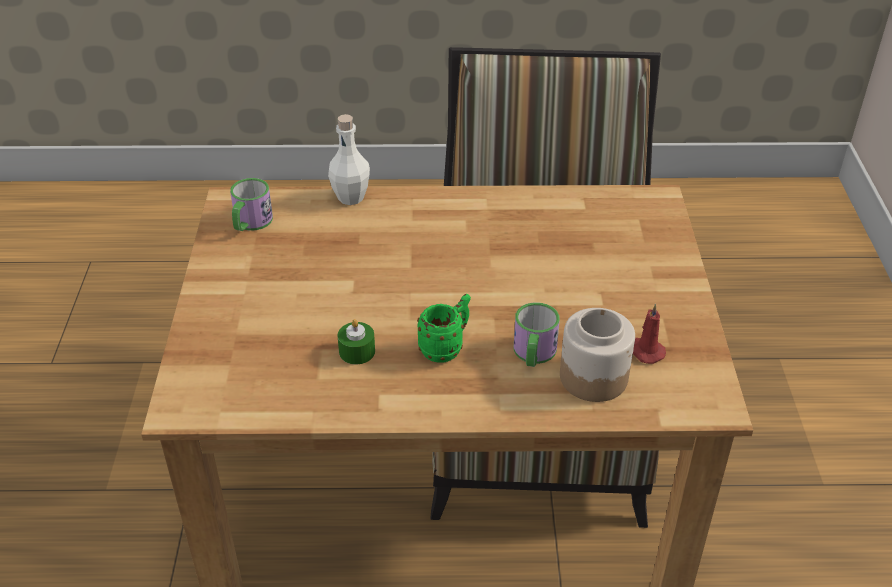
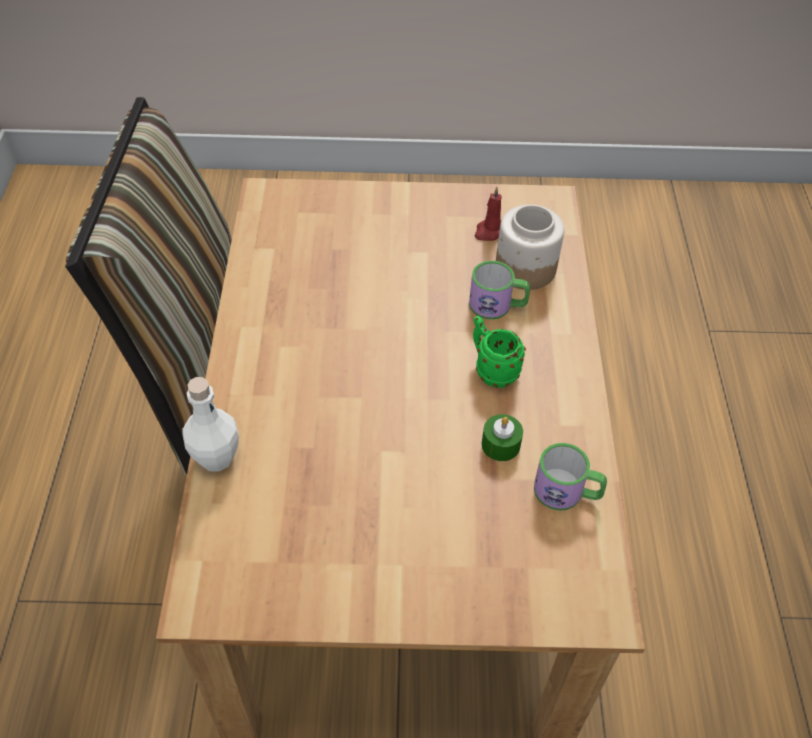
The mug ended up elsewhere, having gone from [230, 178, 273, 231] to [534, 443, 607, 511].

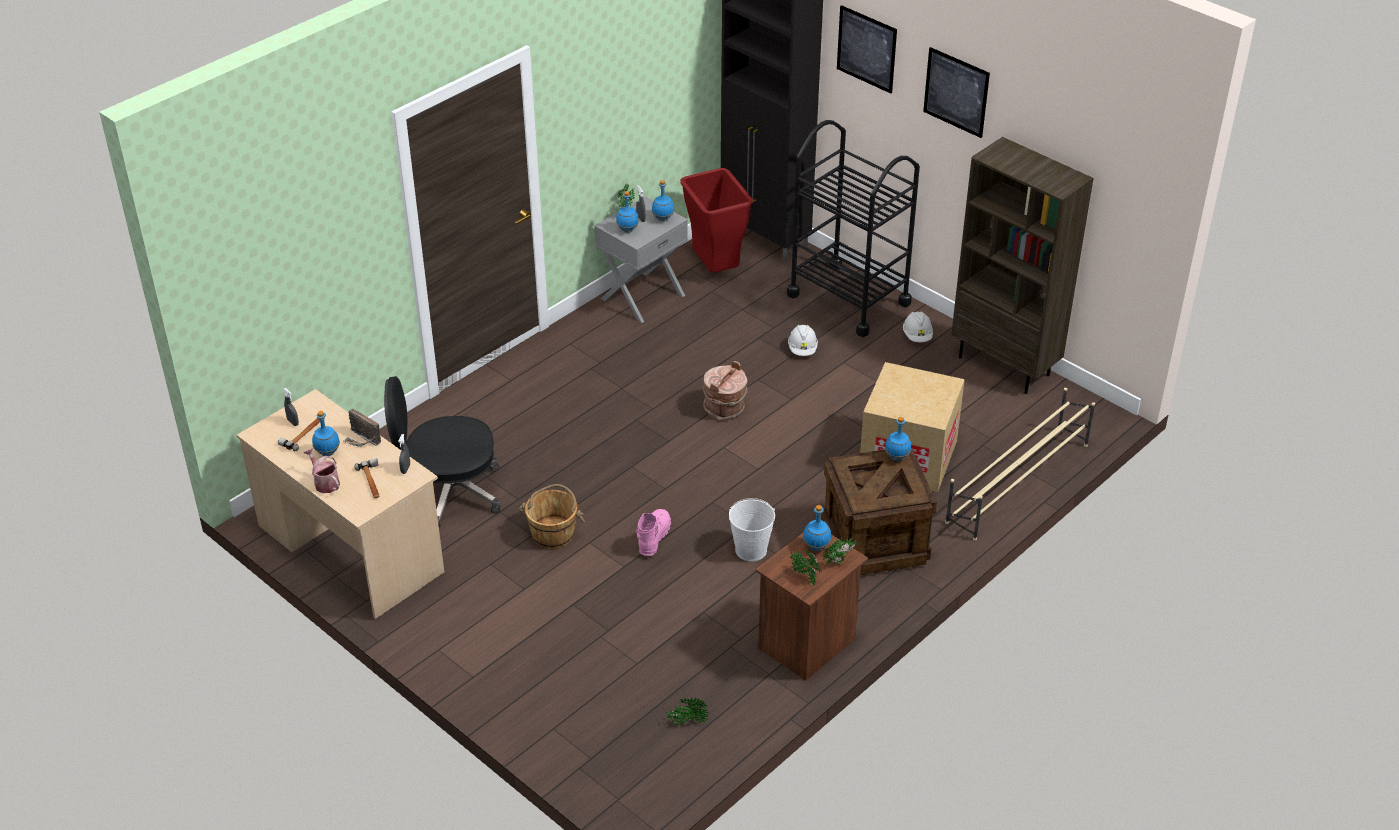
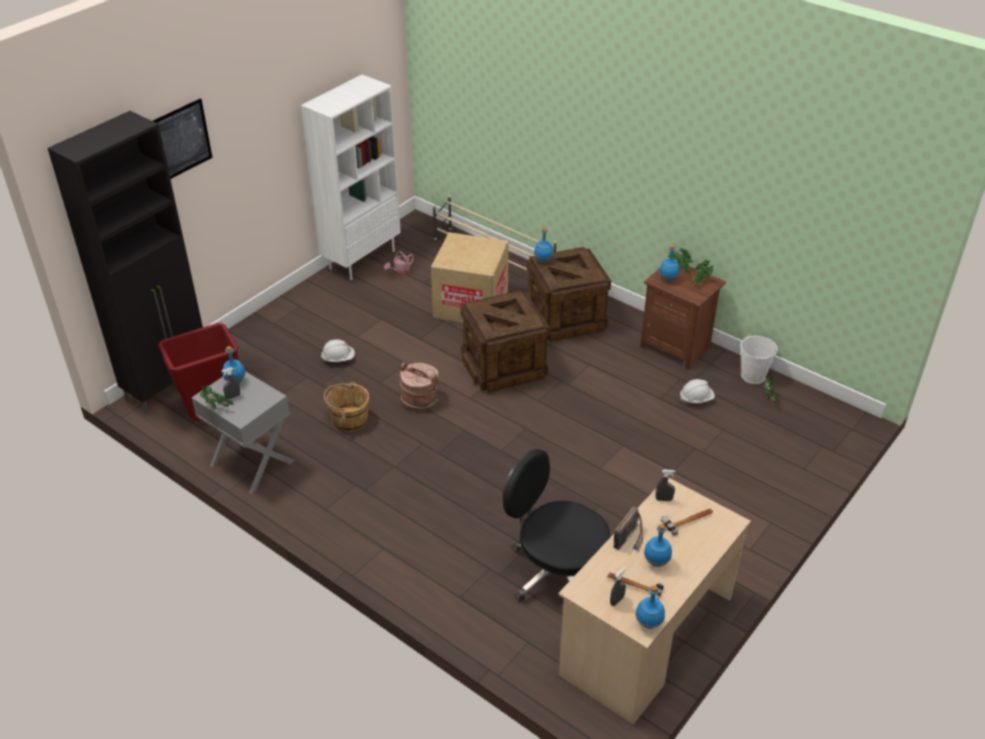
The watering can ended up elsewhere, having gone from [303, 448, 340, 493] to [384, 251, 414, 276].
The black desk chair at [384, 376, 501, 528] ended up facing another way, 135 degrees clockwise from before.
The brown-coloured pail ended up elsewhere, having gone from [519, 484, 585, 549] to [324, 382, 369, 432].
The blue-coloured bottle ended up elsewhere, having gone from [616, 191, 639, 233] to [636, 585, 665, 629].
The second view lost the pink tall boot at [636, 509, 671, 556].
The white-coloured pail ended up elsewhere, having gone from [729, 498, 775, 562] to [741, 336, 778, 384].
The second view lost the black wheeled cart at [787, 120, 920, 337].
The white-coloured work helmet ended up elsewhere, having gone from [903, 311, 933, 342] to [680, 379, 715, 403].
The second view lost the picture at [923, 47, 990, 138].
What was the brown-coloured bookcase at [951, 137, 1093, 394] turned into the white-coloured bookcase at [301, 74, 401, 280].
The second view gained the packing crate at [460, 290, 550, 393].

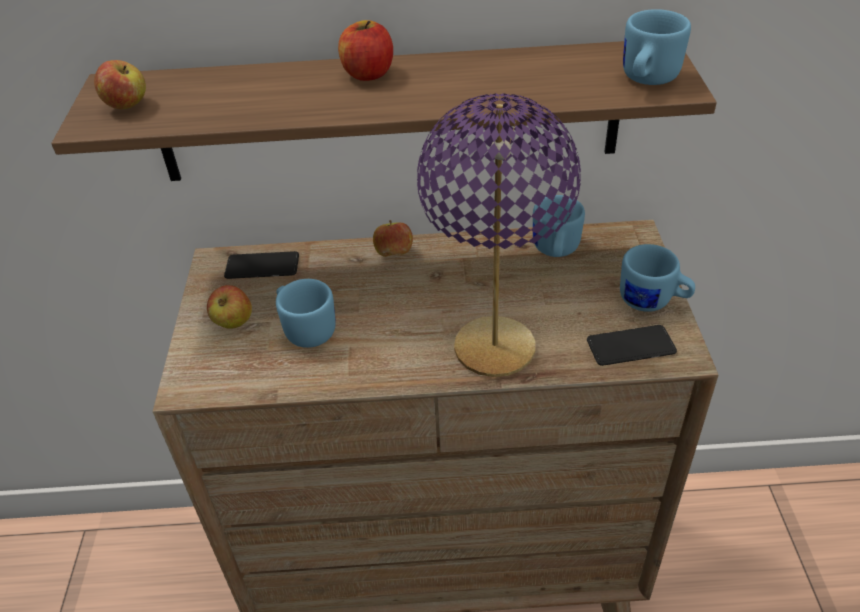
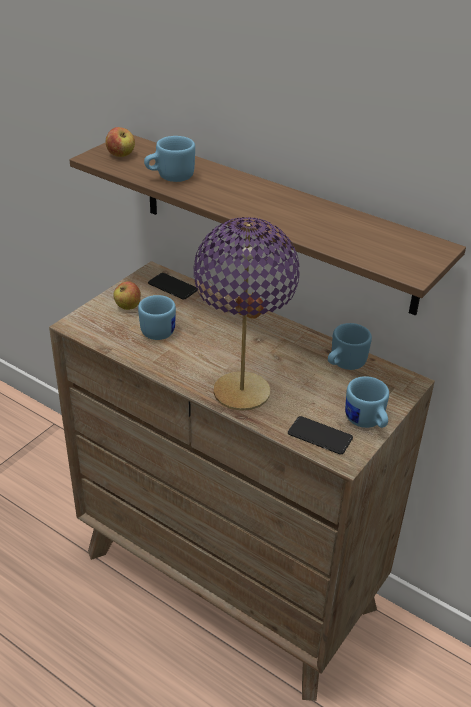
The second view lost the whole apple at [338, 20, 393, 81].
The blue-coloured mug ended up elsewhere, having gone from [623, 9, 691, 85] to [144, 136, 195, 182].

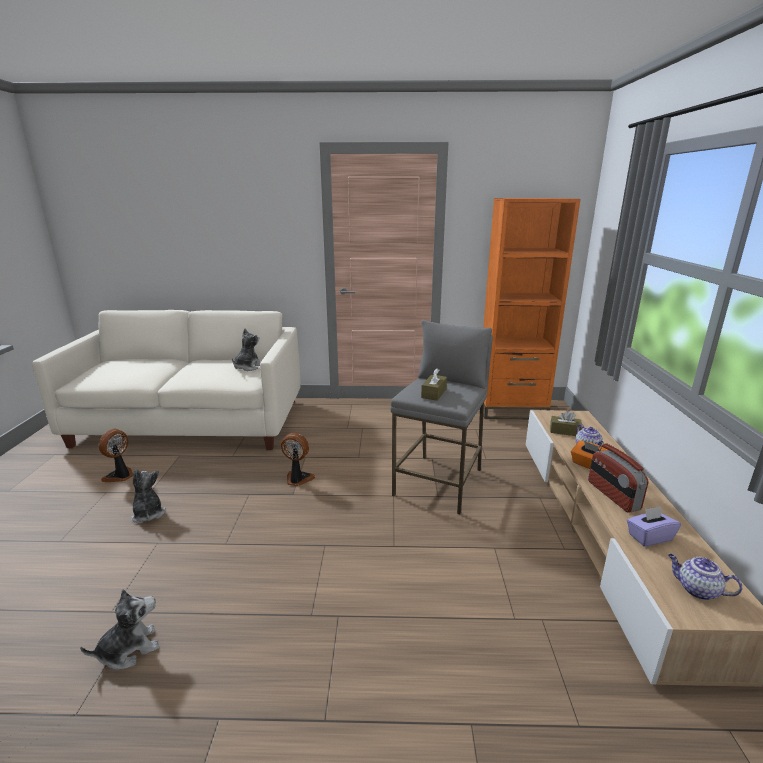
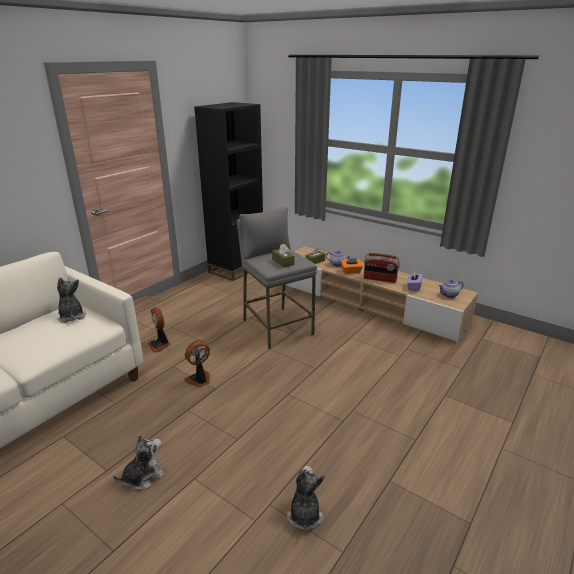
The fan ended up elsewhere, having gone from [98, 429, 133, 482] to [148, 307, 171, 353].
The cuddly toy at [131, 469, 166, 523] ended up facing another way, 135 degrees clockwise from before.
What was the orange-coloured bookcase at [483, 198, 581, 419] turned into the black bookcase at [194, 102, 263, 281].

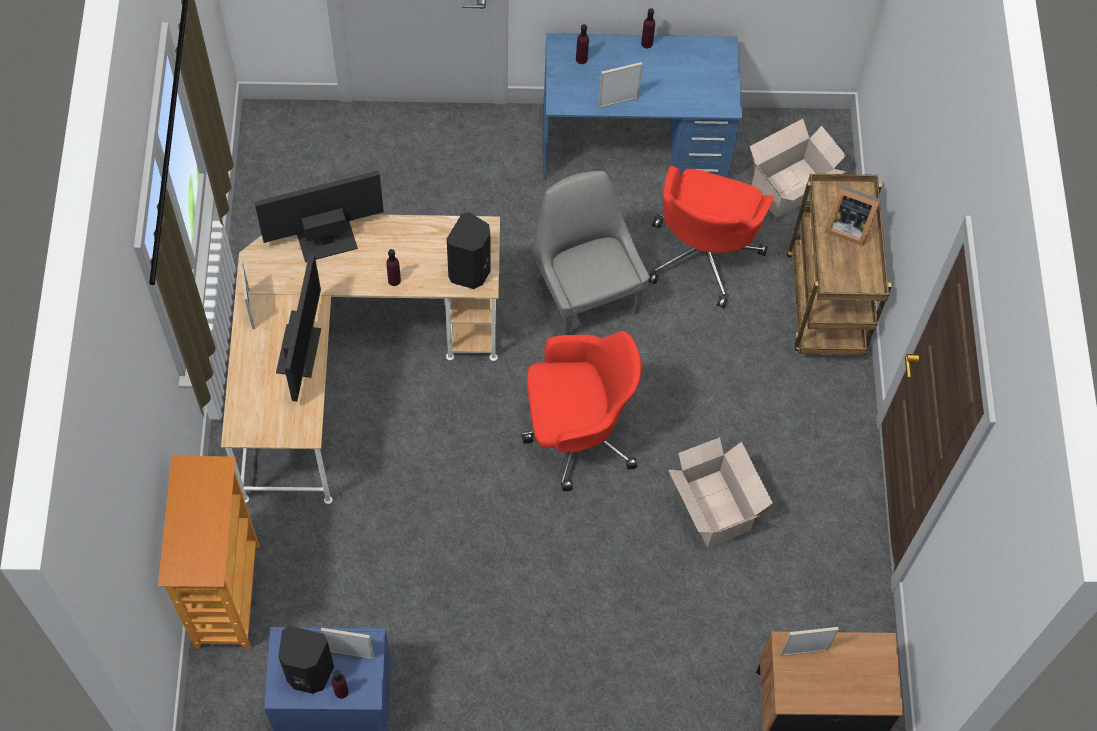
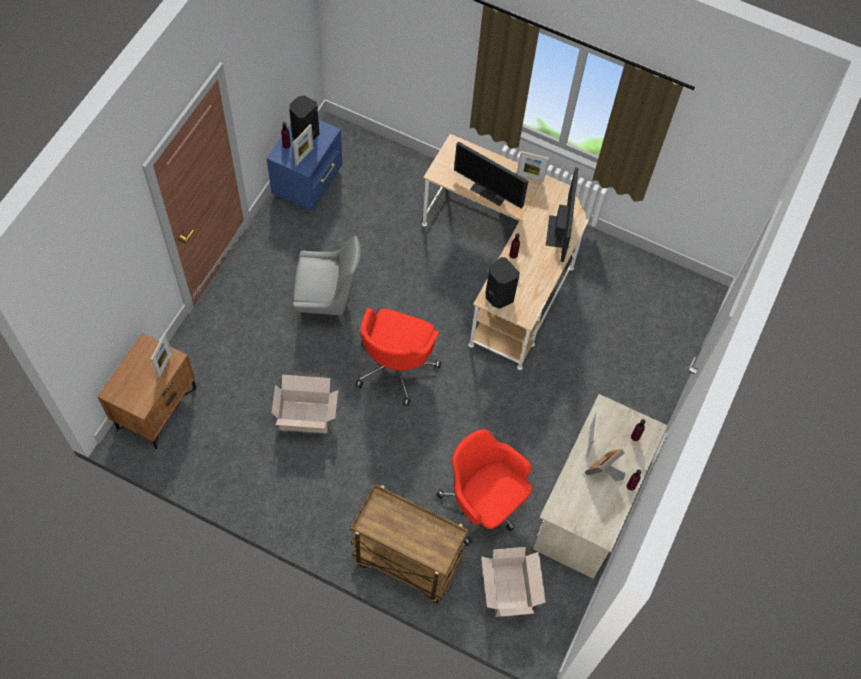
The second view lost the bookcase at [158, 456, 259, 650].
The grey upright chair ended up elsewhere, having gone from [535, 171, 650, 335] to [293, 236, 361, 330].
What was the blue-coloured desk unit at [543, 33, 742, 180] turned into the beige-coloured desk unit at [533, 394, 668, 579].
The picture frame ended up elsewhere, having gone from [825, 185, 881, 246] to [585, 449, 625, 481].

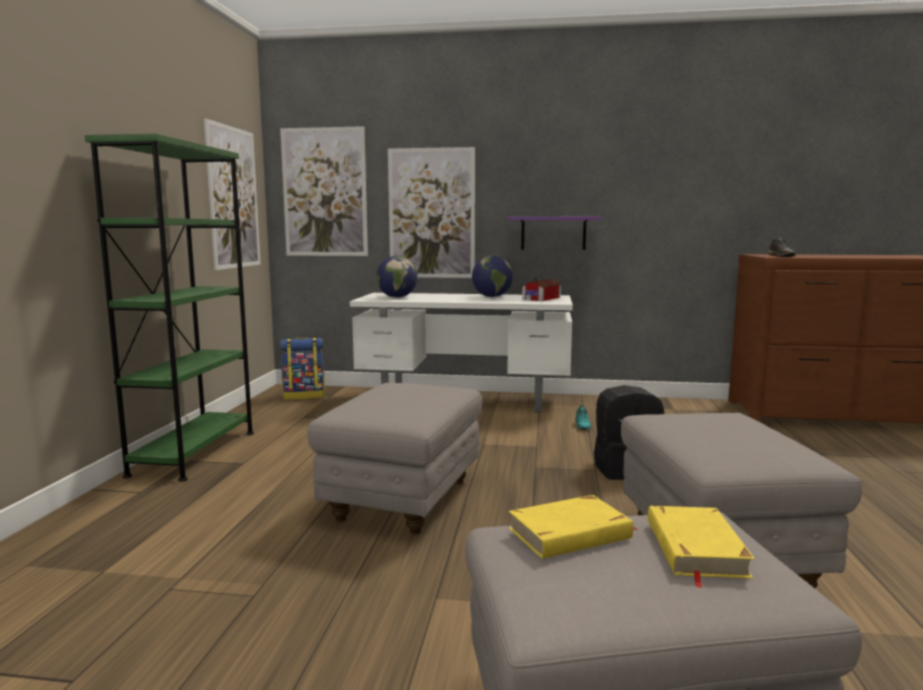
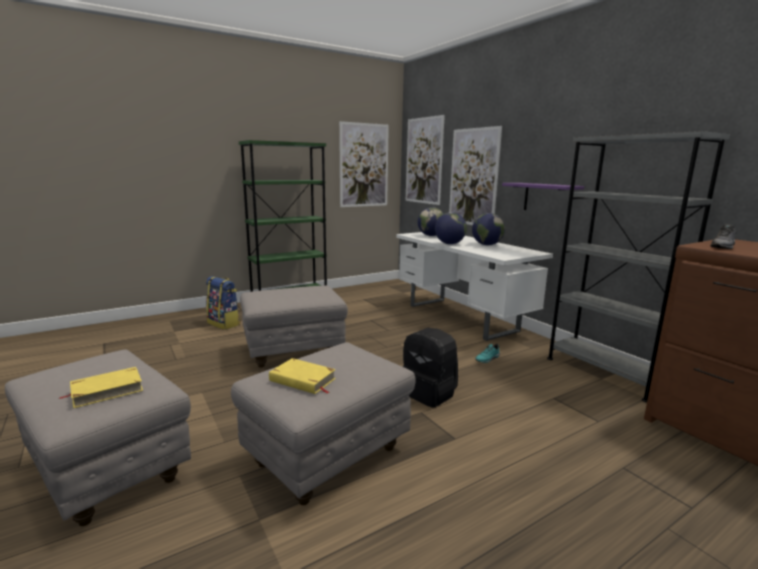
The knapsack ended up elsewhere, having gone from [280, 337, 325, 400] to [206, 276, 241, 330].
The yellow book ended up elsewhere, having gone from [509, 495, 637, 559] to [269, 358, 336, 394].
The second view lost the toy house at [522, 278, 563, 301].
The second view gained the globe at [435, 212, 467, 244].
The second view gained the grey bookcase at [547, 131, 730, 403].

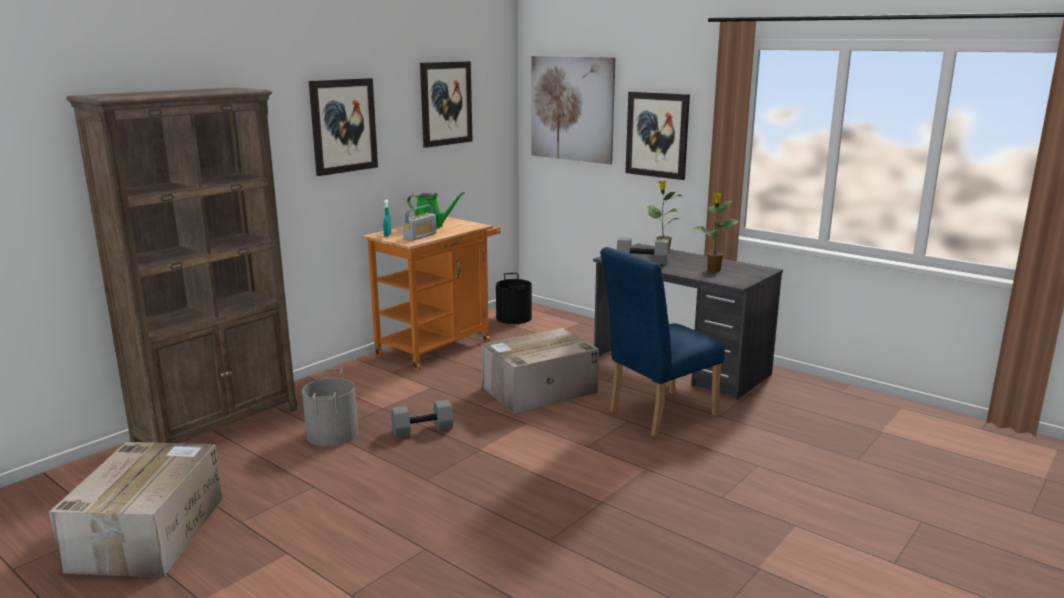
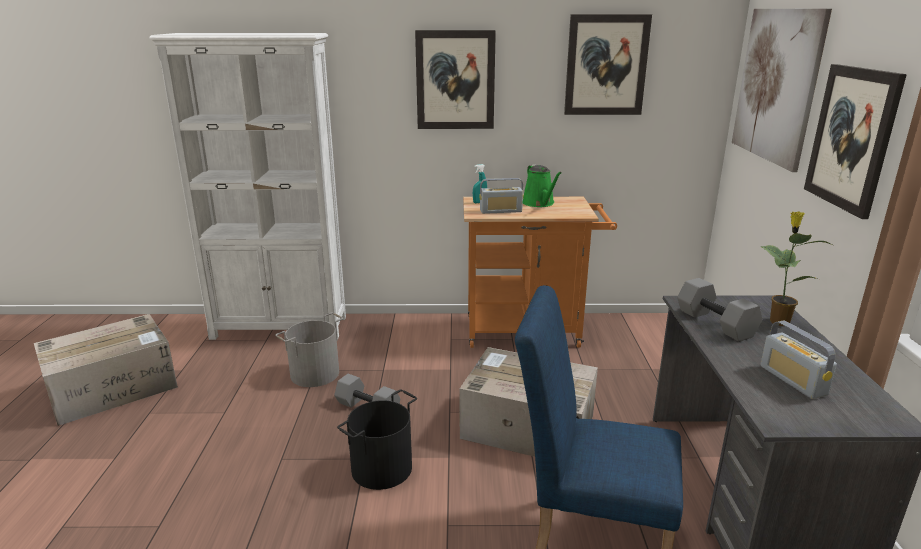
What was the brown-coloured bookcase at [66, 87, 297, 443] turned into the white-coloured bookcase at [149, 33, 346, 340].
The black pail ended up elsewhere, having gone from [496, 273, 532, 324] to [337, 390, 417, 490].
Where the plant in a pot stood at [692, 193, 739, 272], the radio set came to stand at [760, 321, 837, 399].

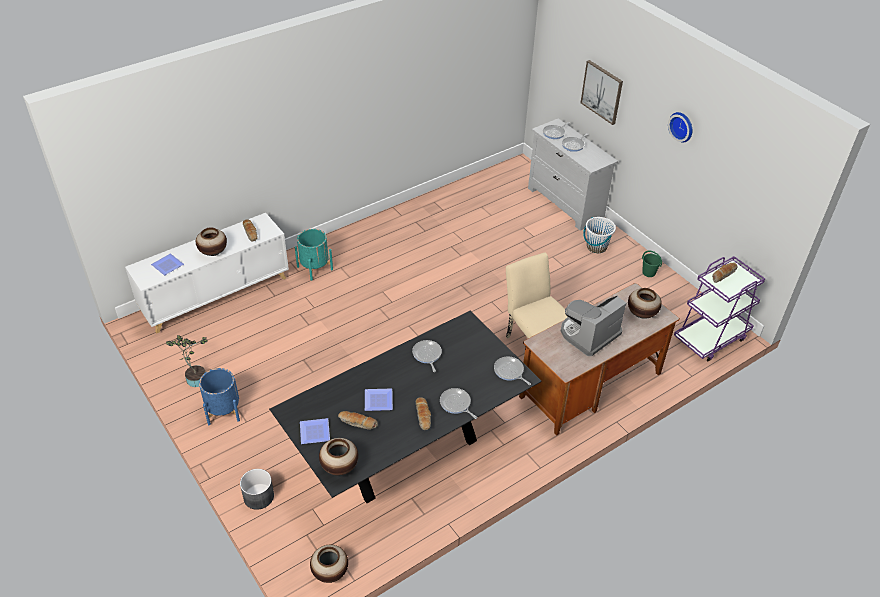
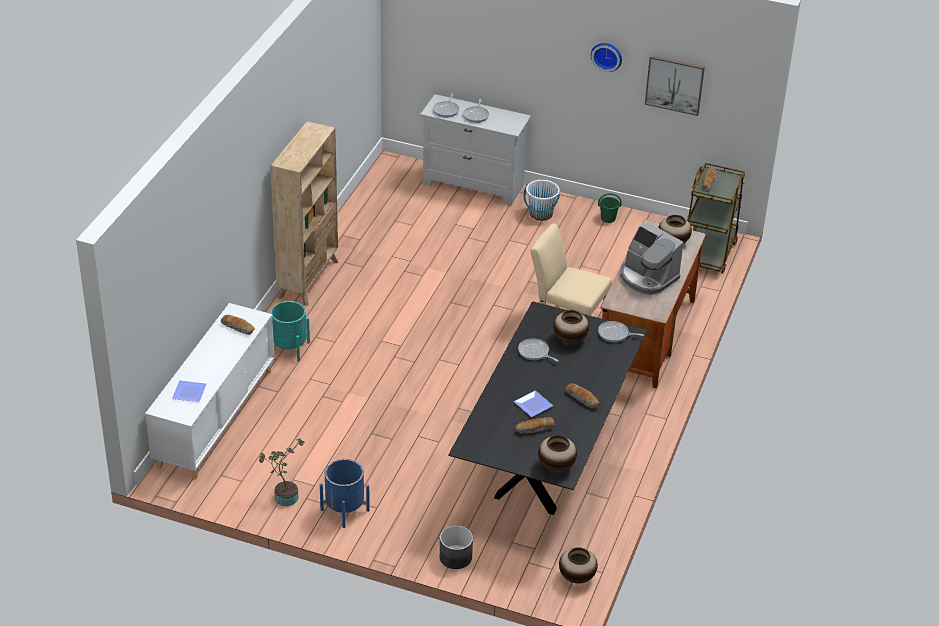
The vase ended up elsewhere, having gone from [196, 227, 227, 256] to [553, 310, 589, 344].
The second view lost the dinner plate at [300, 418, 330, 444].
The second view lost the frying pan at [440, 388, 477, 419].
The coffee brewer at [561, 296, 626, 356] ended up facing another way, 60 degrees counterclockwise from before.
The picture ended up elsewhere, having gone from [581, 60, 623, 125] to [645, 55, 705, 116].
What was the purple-coloured wheeled cart at [674, 256, 765, 361] turned into the brown-coloured wheeled cart at [687, 163, 745, 274].
The second view gained the beige-coloured bookcase at [270, 121, 339, 306].

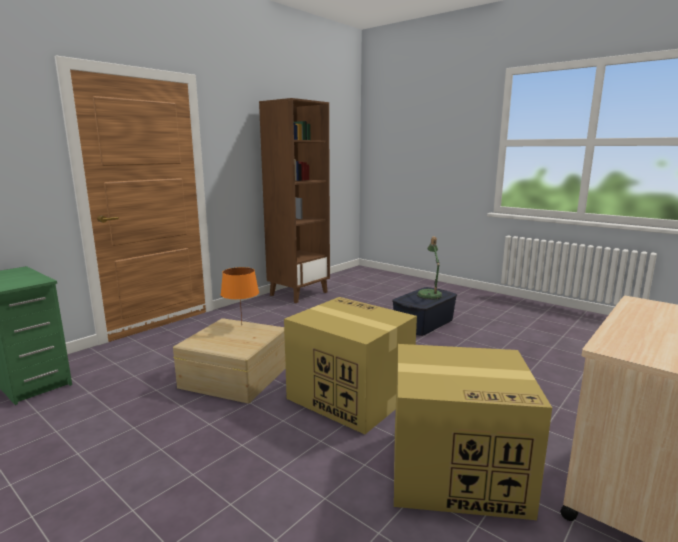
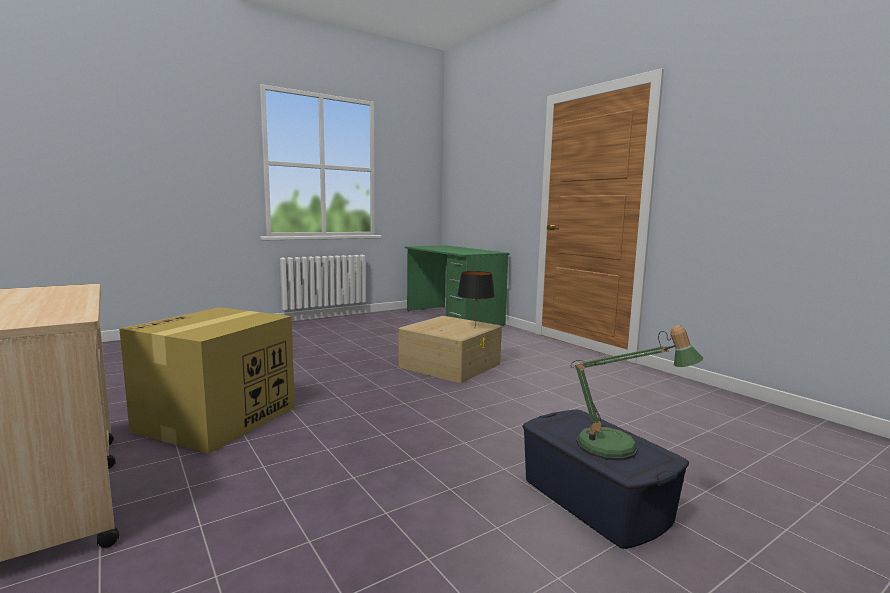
What was the orange-coloured table lamp at [221, 267, 259, 323] turned into the black table lamp at [457, 271, 495, 323].
The second view lost the brown-coloured bookcase at [259, 98, 330, 303].
The second view lost the cardboard box at [284, 297, 417, 434].

